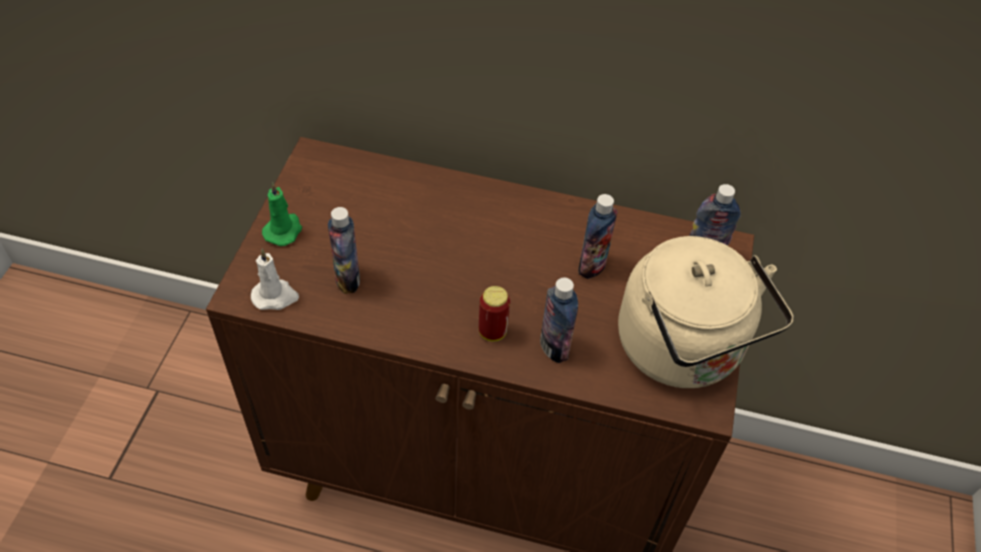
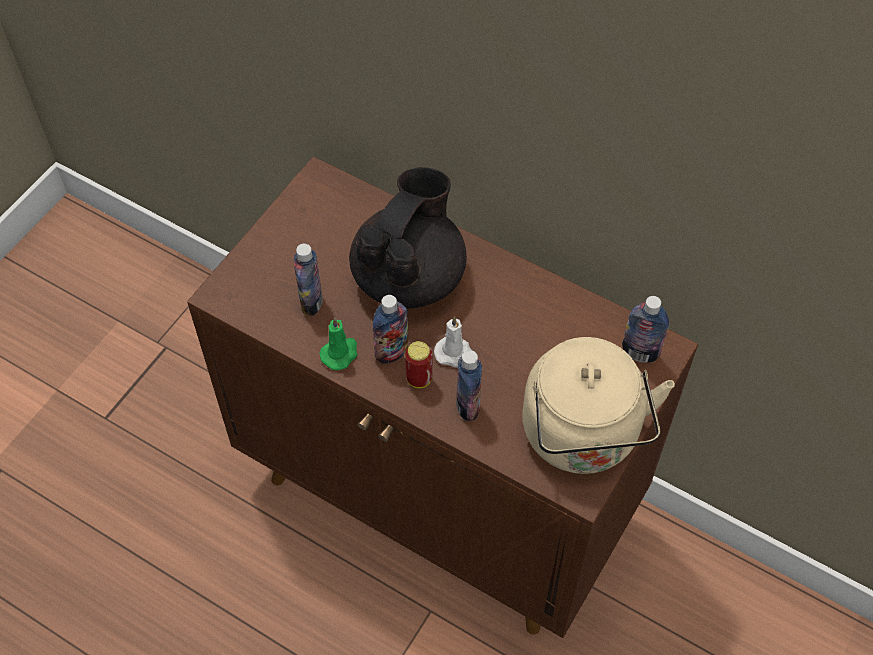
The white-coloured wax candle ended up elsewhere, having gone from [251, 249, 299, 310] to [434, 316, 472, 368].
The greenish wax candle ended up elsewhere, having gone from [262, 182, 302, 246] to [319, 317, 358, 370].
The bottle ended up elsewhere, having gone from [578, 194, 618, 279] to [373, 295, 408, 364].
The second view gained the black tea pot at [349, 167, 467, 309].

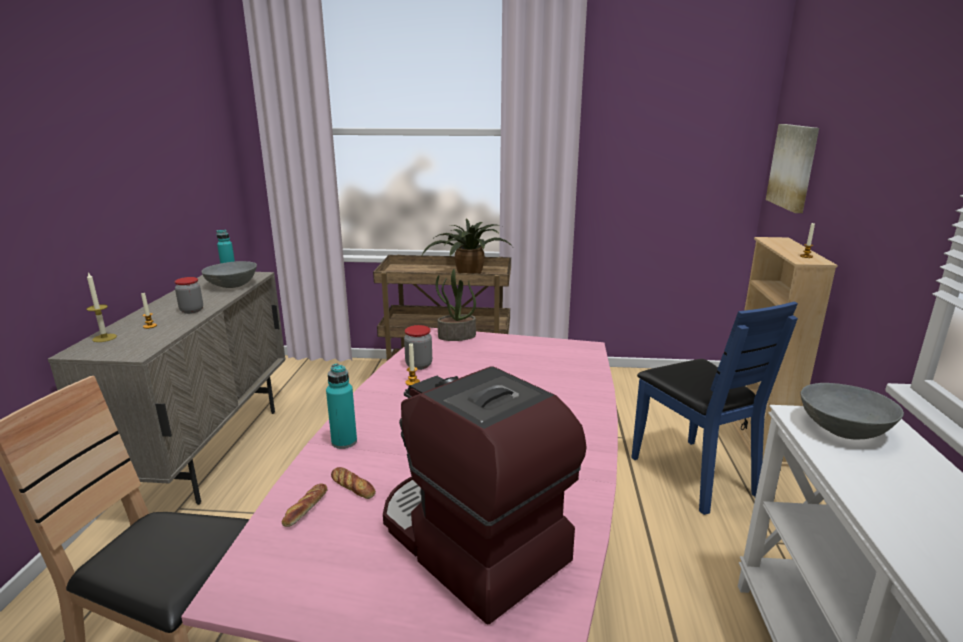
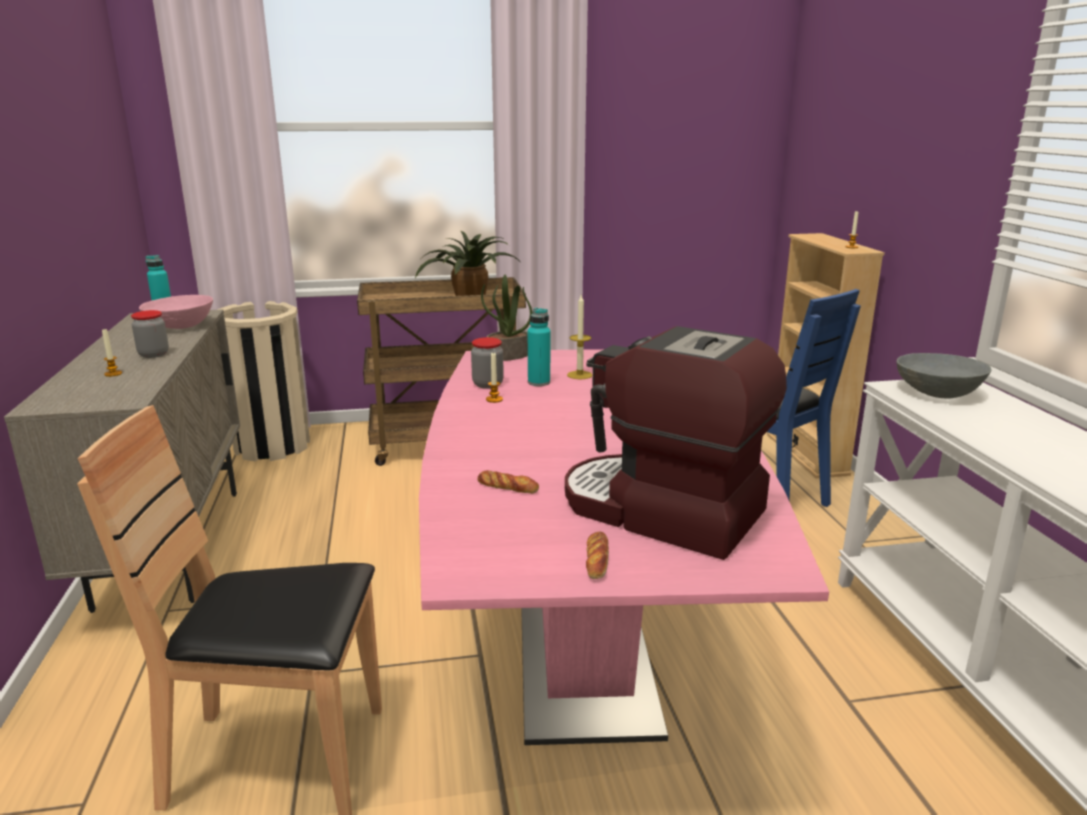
The wax candle ended up elsewhere, having gone from [87, 272, 117, 342] to [567, 295, 593, 379].
What was the grey deep dish at [202, 261, 257, 288] turned into the pink deep dish at [139, 295, 213, 329].
The bakery bread ended up elsewhere, having gone from [282, 483, 327, 527] to [586, 532, 609, 579].
The turquoise-coloured bottle ended up elsewhere, having gone from [326, 364, 357, 449] to [528, 308, 550, 386].
The second view lost the picture at [766, 124, 819, 213].
The second view gained the beige-coloured waste bin at [217, 301, 310, 462].

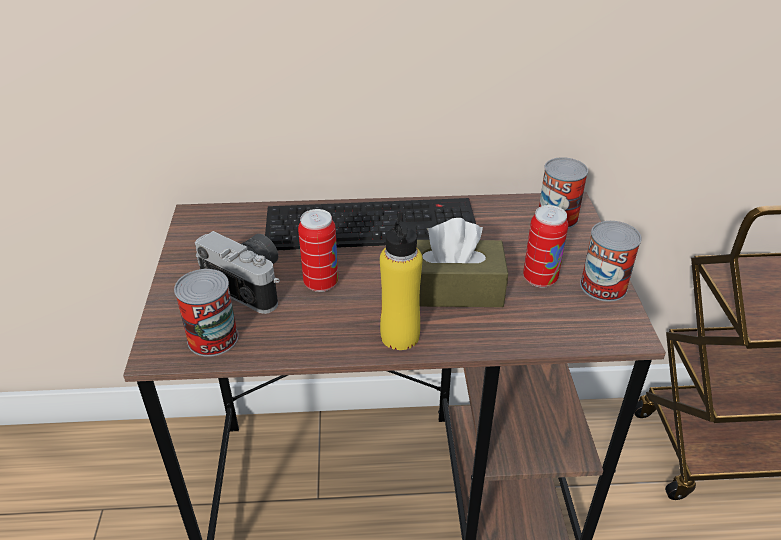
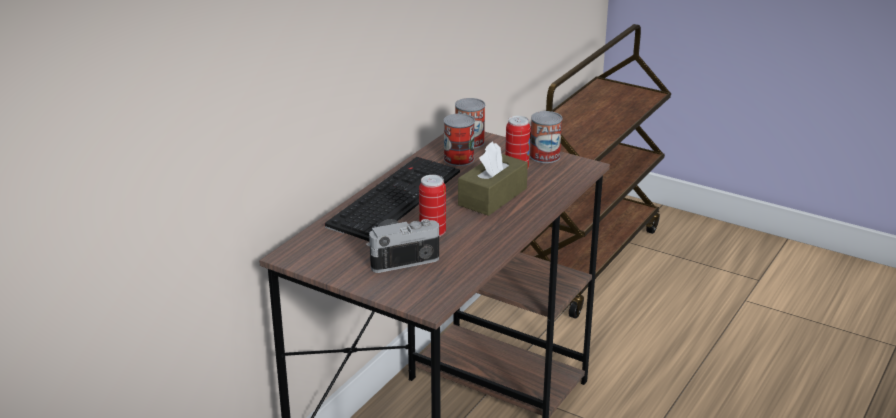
The can ended up elsewhere, having gone from [174, 269, 238, 357] to [444, 114, 475, 166].
The second view lost the yellow bottle at [380, 210, 422, 350].

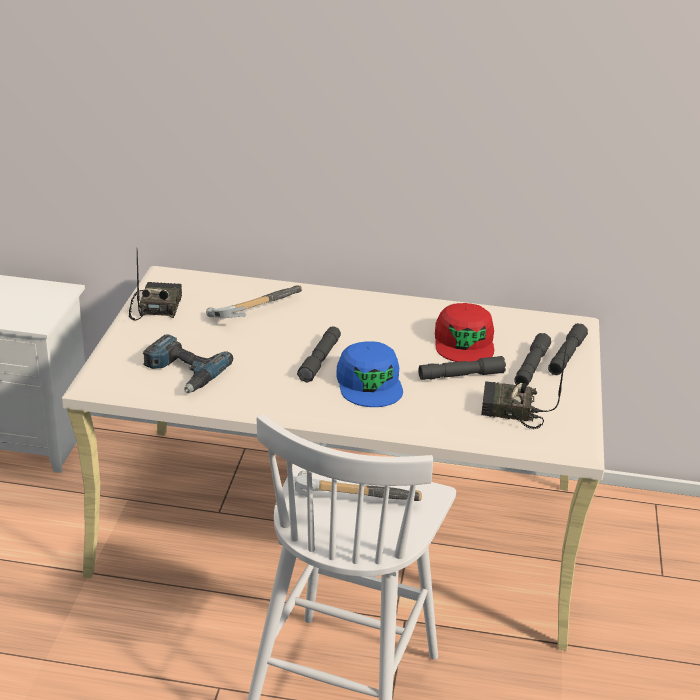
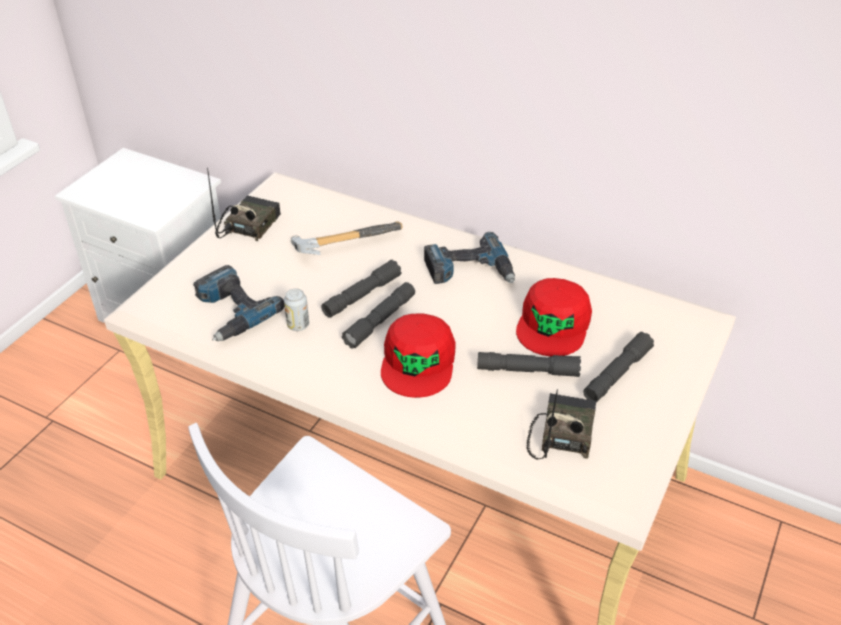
The second view lost the hand hammer at [295, 471, 422, 501].
What was the blue-coloured peaked cap at [336, 341, 403, 407] turned into the reddish peaked cap at [381, 313, 456, 398].
The radio set at [481, 339, 567, 429] ended up facing another way, 75 degrees clockwise from before.
The grey flashlight ended up elsewhere, having gone from [548, 323, 588, 375] to [321, 260, 402, 318].
The second view gained the can at [284, 289, 309, 331].
The second view gained the drill at [424, 232, 515, 284].

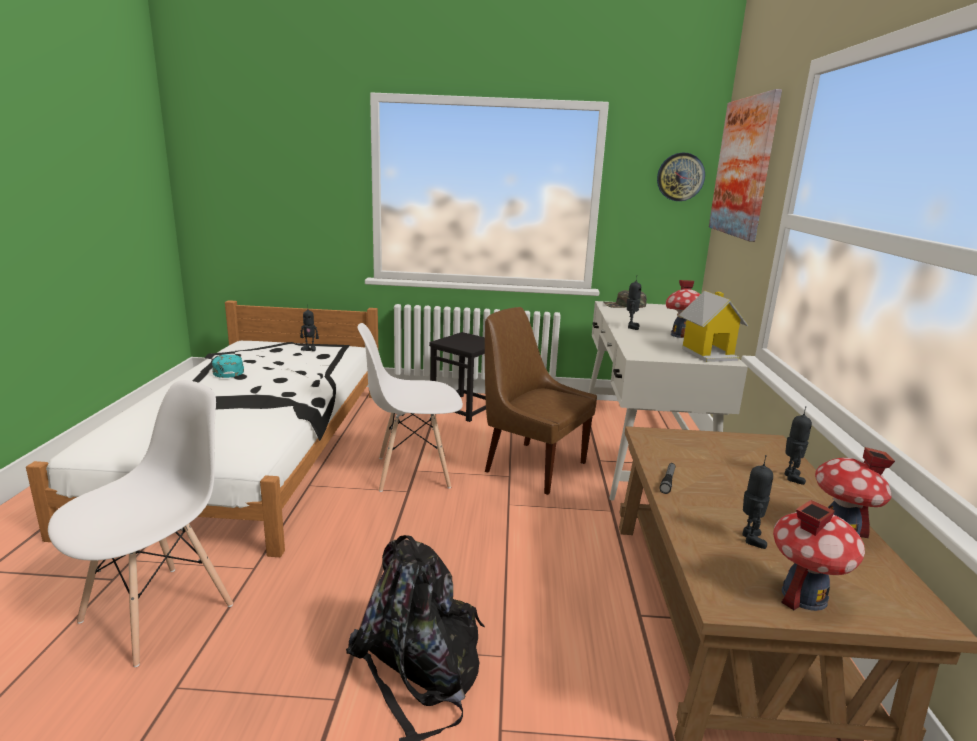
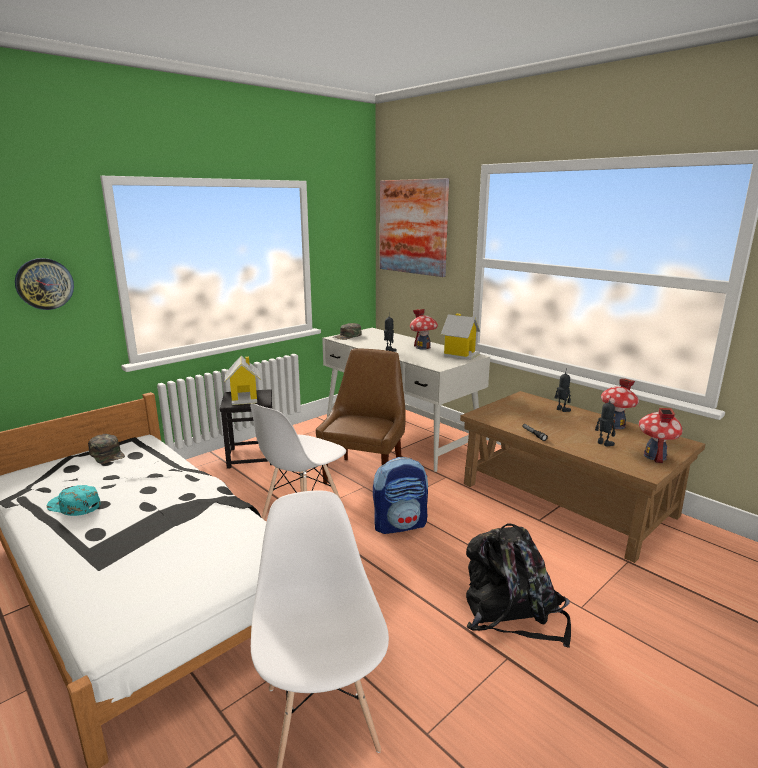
Where the toy robot stood at [300, 309, 319, 351], the greenish peaked cap came to stand at [88, 434, 125, 464].
The brown-coloured upright chair at [485, 307, 597, 495] ended up facing another way, 120 degrees clockwise from before.
The wall clock ended up elsewhere, having gone from [657, 153, 705, 201] to [15, 258, 74, 310].
The second view gained the toy house at [225, 356, 261, 405].
The second view gained the knapsack at [373, 457, 428, 534].

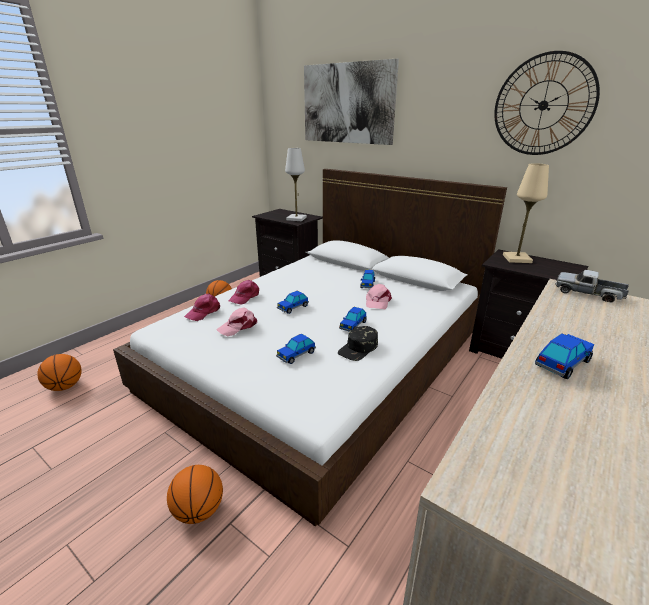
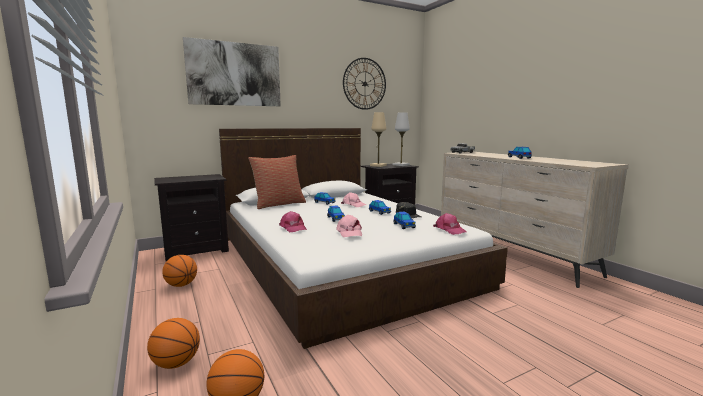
The ball for basketball ended up elsewhere, having gone from [167, 465, 223, 524] to [147, 318, 200, 369].
The pink peaked cap ended up elsewhere, having gone from [184, 294, 220, 321] to [433, 213, 466, 235].
The white-coloured table lamp ended up elsewhere, having gone from [285, 148, 307, 221] to [393, 112, 410, 166].
The second view gained the throw pillow at [248, 155, 306, 209].

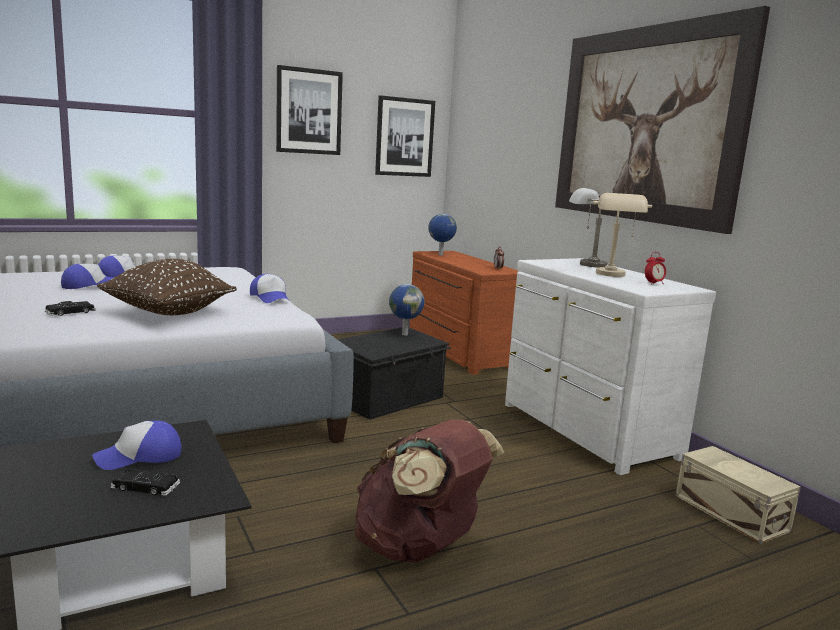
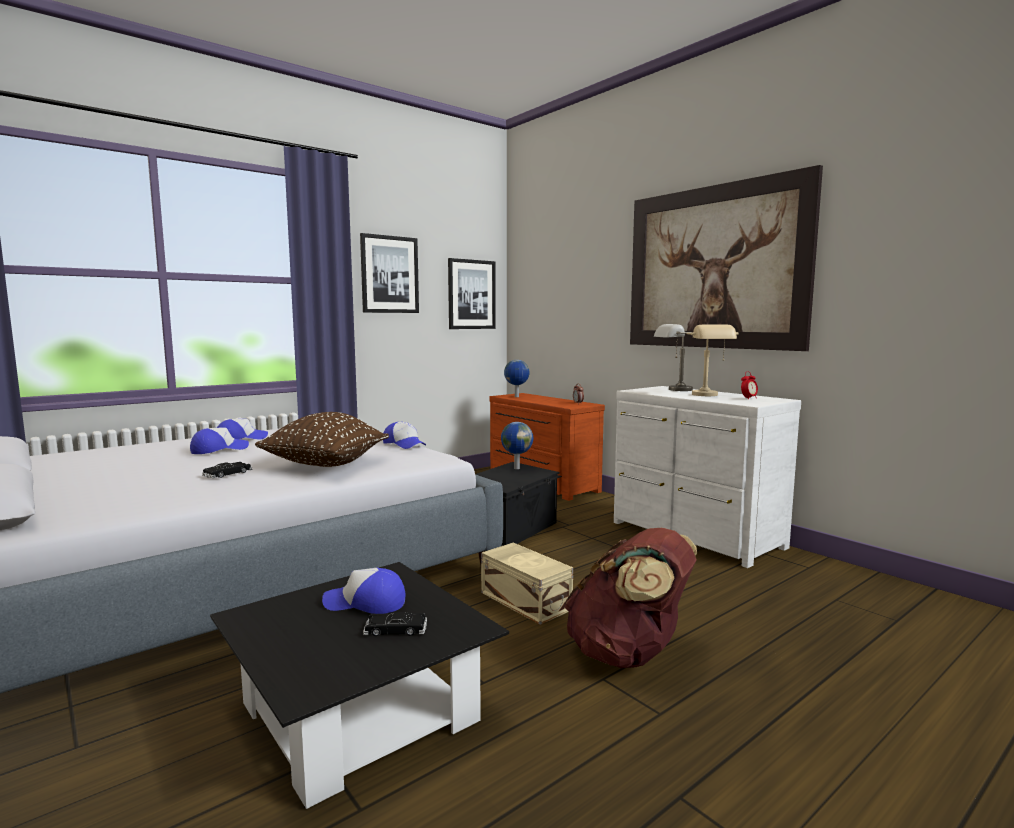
The peaked cap at [92, 420, 182, 470] ended up facing another way, 45 degrees clockwise from before.
The beige-coloured storage bin ended up elsewhere, having gone from [676, 446, 801, 544] to [481, 543, 573, 625].

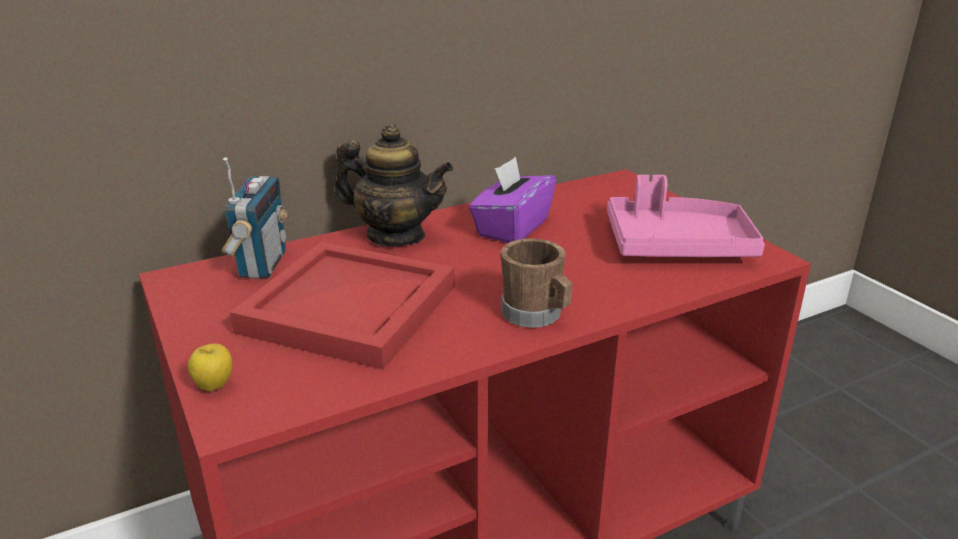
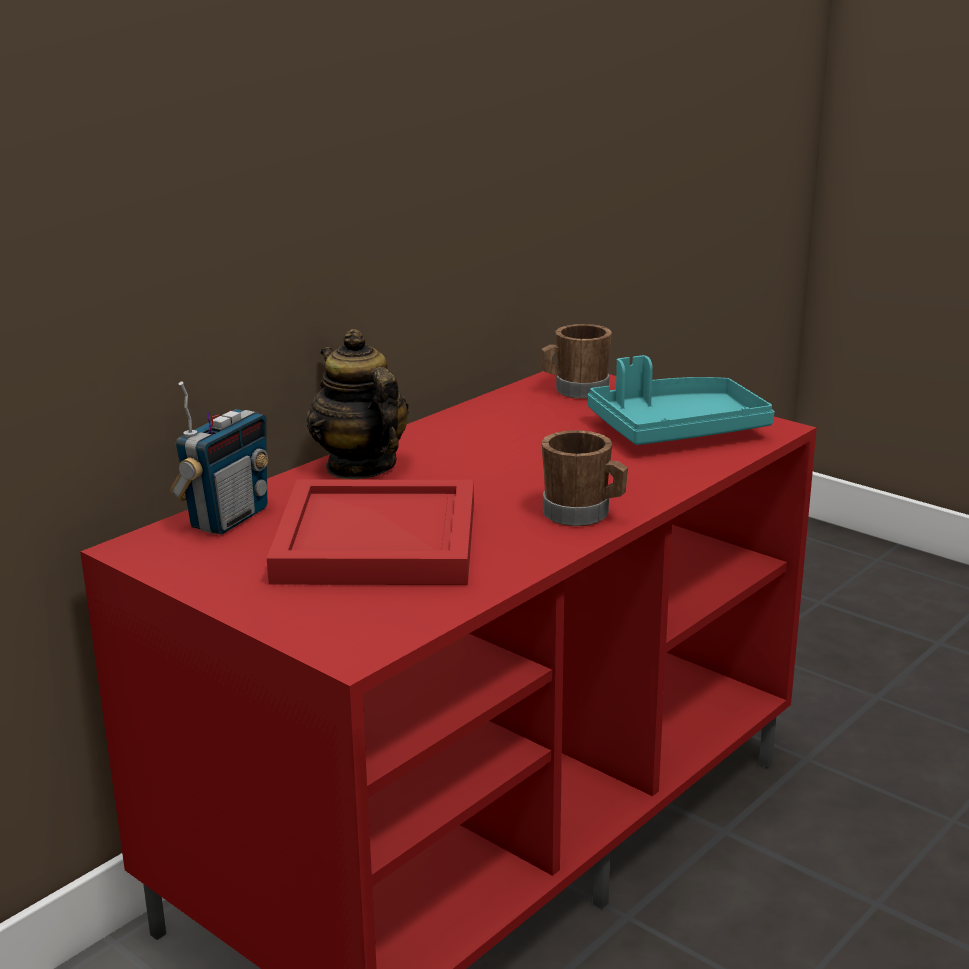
The second view lost the whole apple at [188, 343, 232, 391].
The radio set at [221, 157, 287, 279] ended up facing another way, 45 degrees clockwise from before.
The tea pot at [335, 124, 453, 246] ended up facing another way, 120 degrees counterclockwise from before.
The second view lost the purple-coloured tissue holder at [469, 157, 556, 243].
What was the pink tray at [607, 175, 765, 257] turned into the turquoise-coloured tray at [588, 355, 775, 445].
The second view gained the brown-coloured mug at [541, 324, 612, 399].

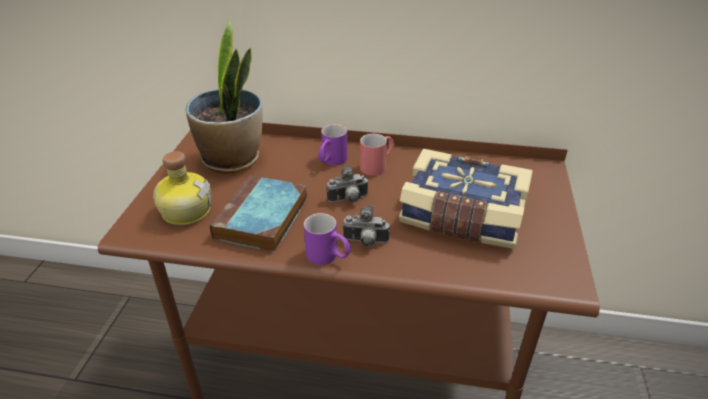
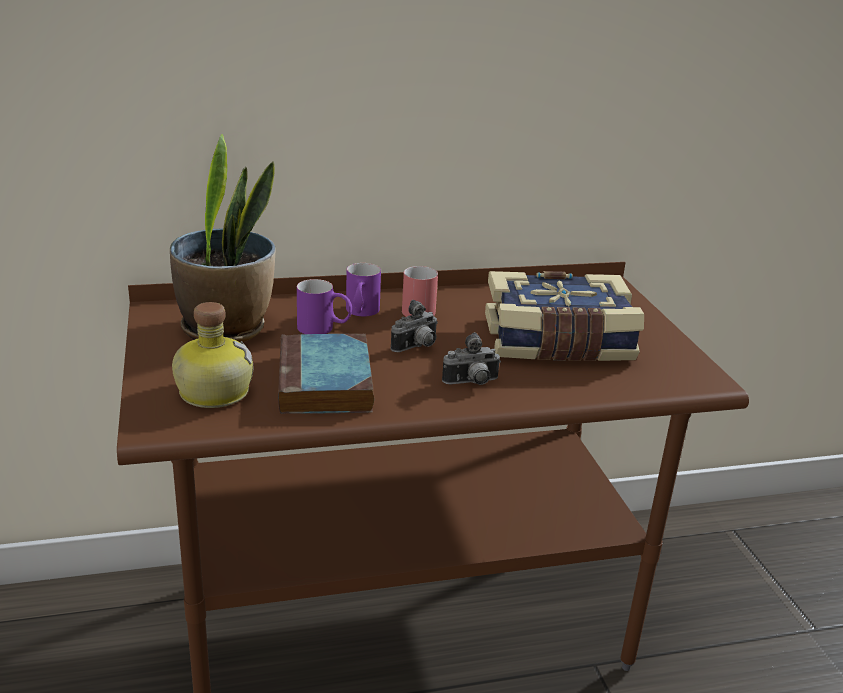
The purple-coloured mug ended up elsewhere, having gone from [304, 213, 351, 265] to [297, 279, 352, 334].

